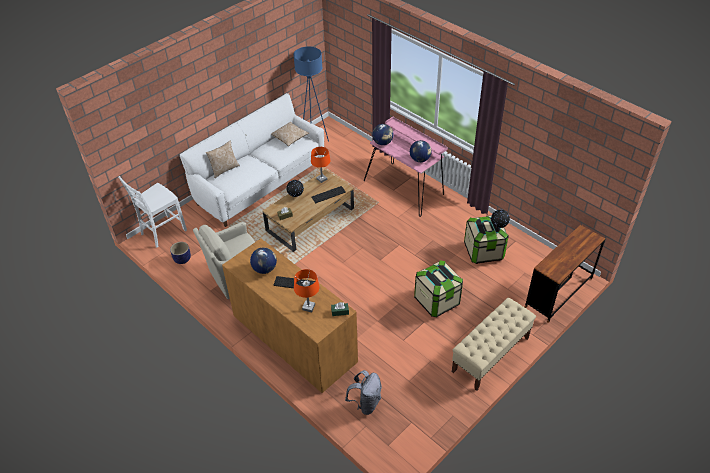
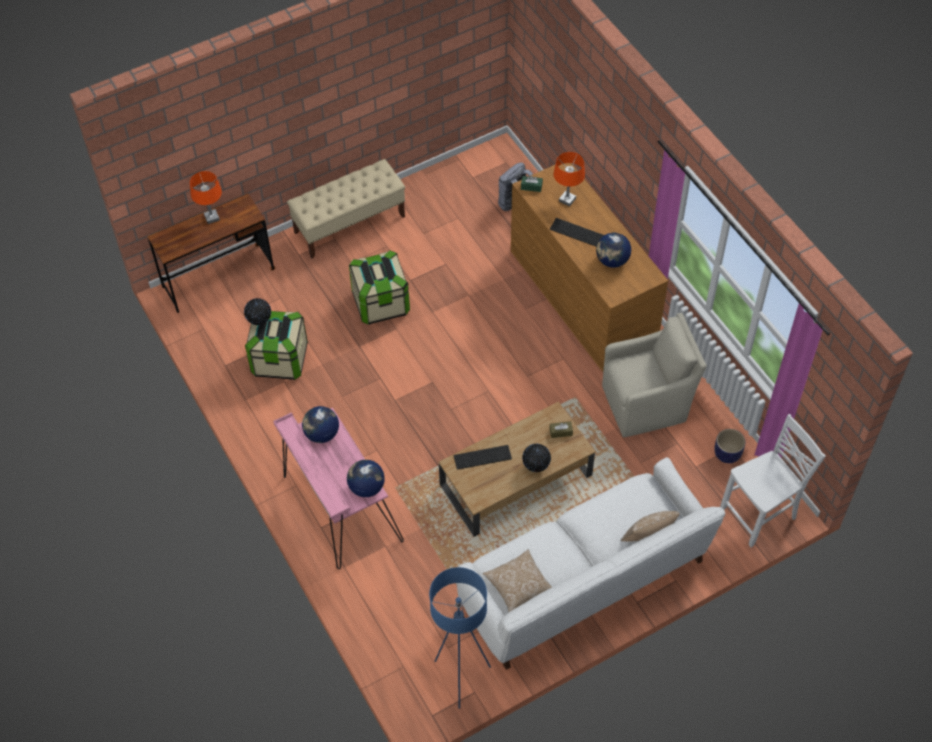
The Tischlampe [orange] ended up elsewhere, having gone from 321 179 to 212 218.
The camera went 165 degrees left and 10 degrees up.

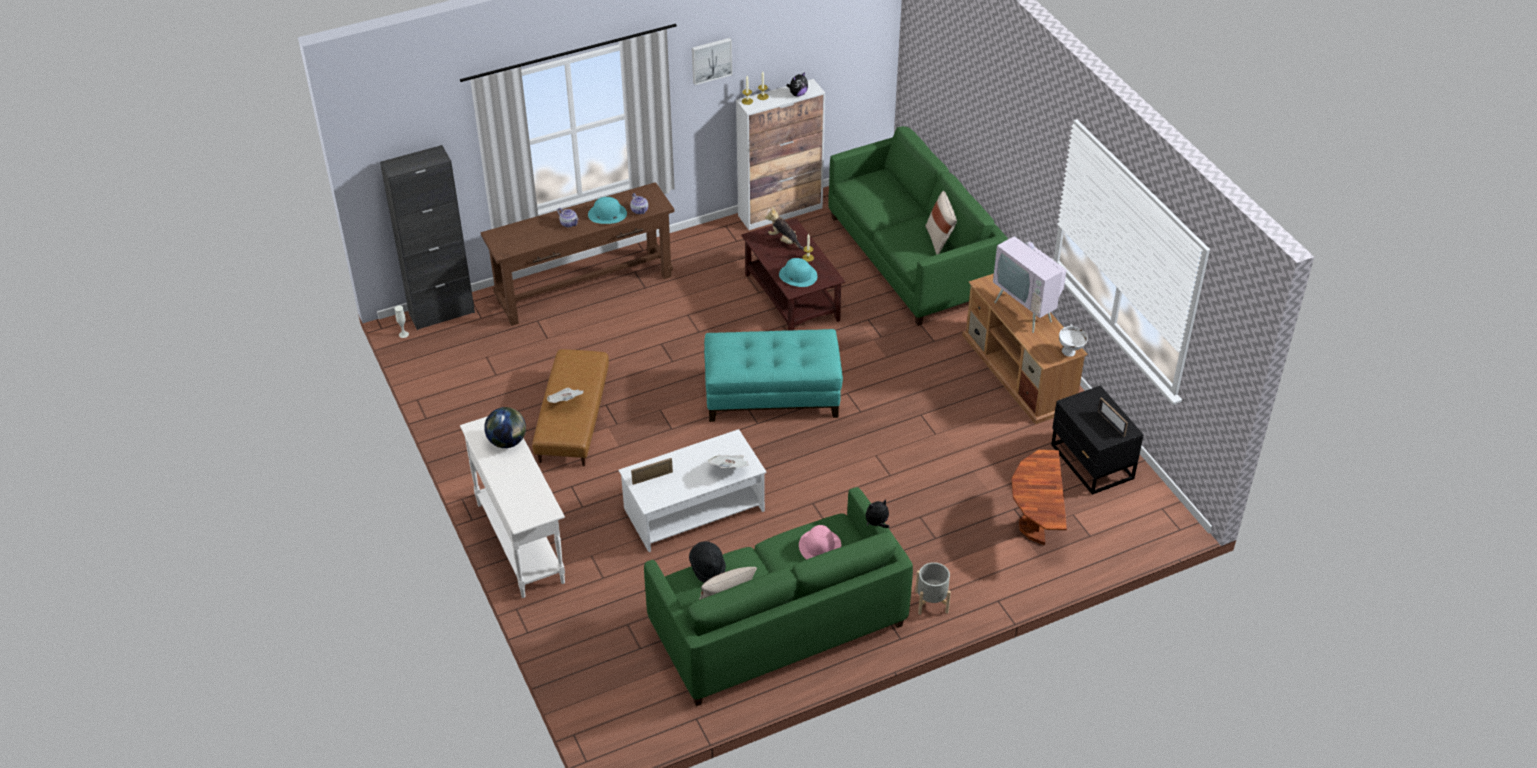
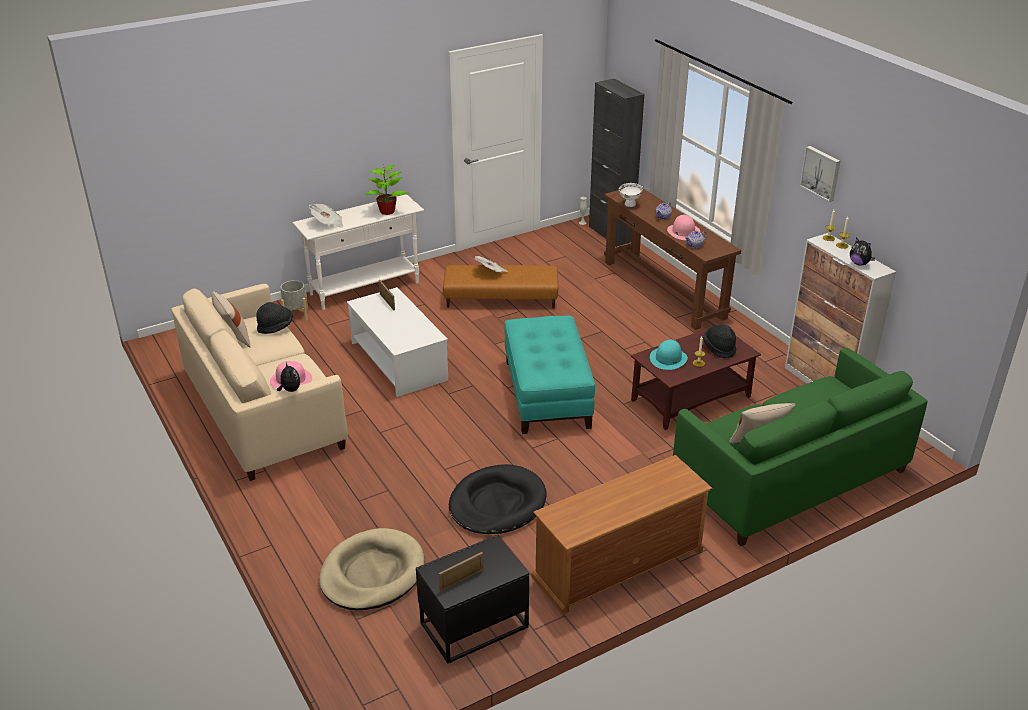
Where the Globus stood at 507 442, the Topfpflanze came to stand at 387 211.
What was the Hut [türkis] at 607 214 turned into the Hut [rosa] at 683 231.
What was the Sofa [grün] at 777 625 turned into the Sofa [beige] at 263 410.
The Zeitung ended up elsewhere, having gone from 730 468 to 328 224.
Where the Plüschtier stood at 784 241, the Hut [schwarz] came to stand at 719 348.
The Pflanzkübel [grau] ended up elsewhere, having gone from 932 602 to 296 315.
The second view lost the Fernseher at 1027 310.
Where the Beistelltisch [braun] stood at 1034 526, the Hundebett [beige] came to stand at 372 573.
The Schüssel [weiß] ended up elsewhere, having gone from 1070 352 to 630 205.
The second view gained the Hundebett [schwarz] at 497 503.
The camera went 85 degrees right and 10 degrees down.

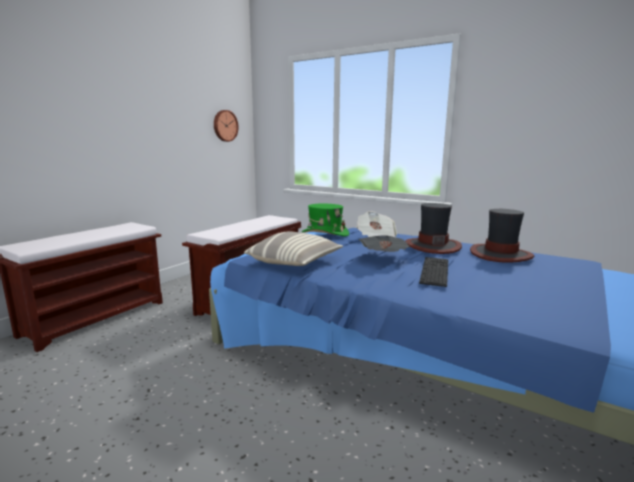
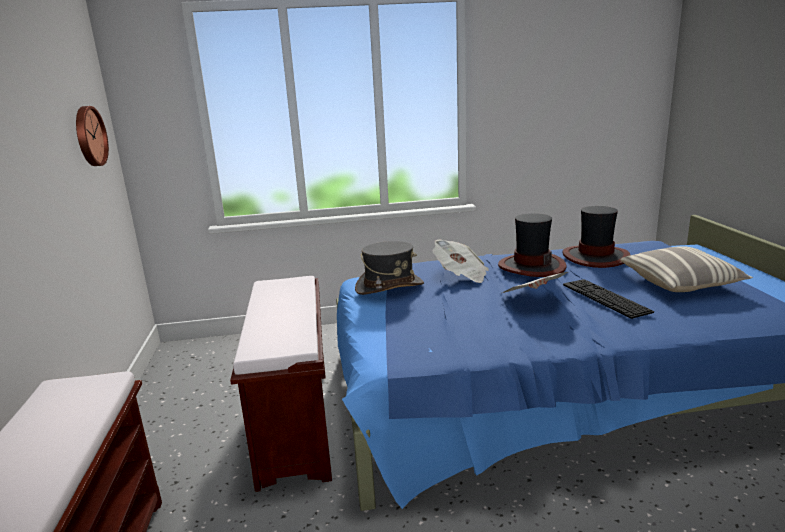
The Kissen ended up elsewhere, having gone from 295 262 to 681 283.
What was the Hut [grün] at 325 233 turned into the Hut [grau] at 389 286.
The camera went 40 degrees left and 5 degrees up.

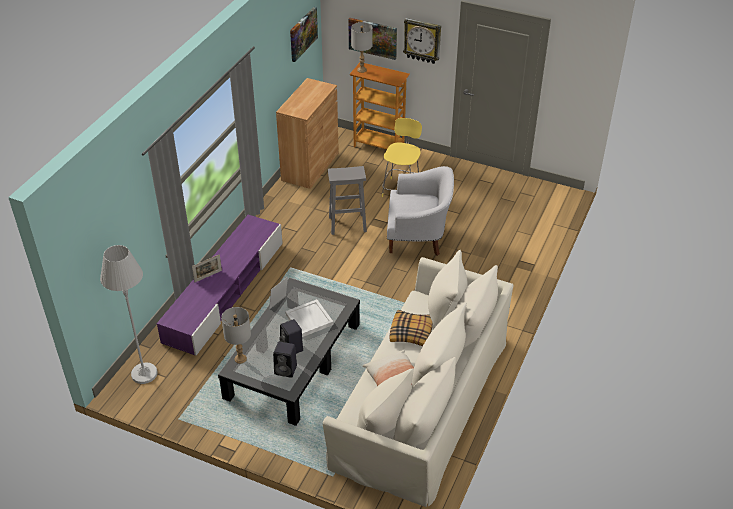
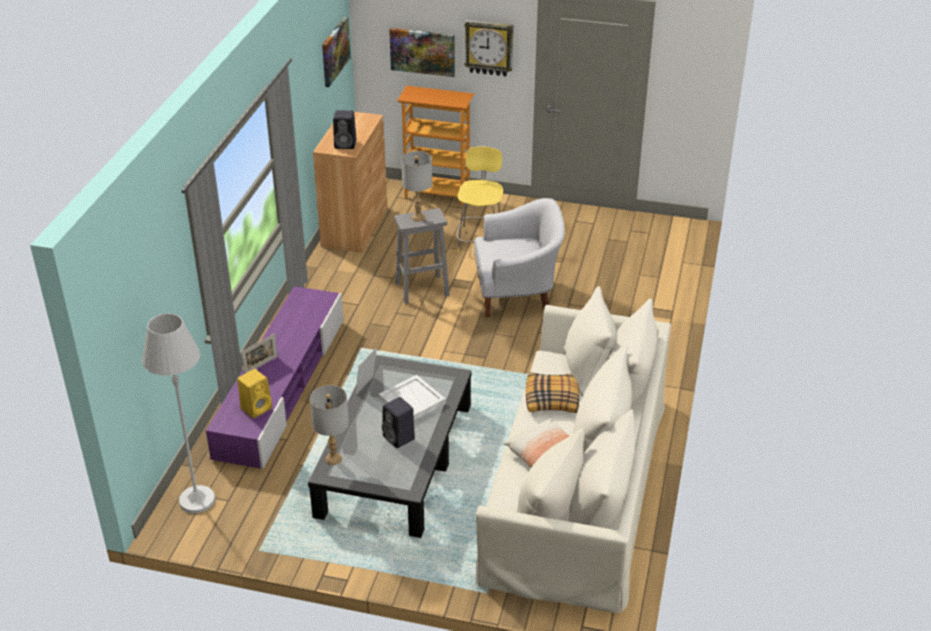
The Lautsprecher [schwarz] ended up elsewhere, having gone from 286 370 to 346 144.
The Tischlampe [grau] ended up elsewhere, having gone from 361 70 to 418 217.
The second view gained the Lautsprecher [gelb] at 257 408.
The camera went 10 degrees left and 5 degrees down.

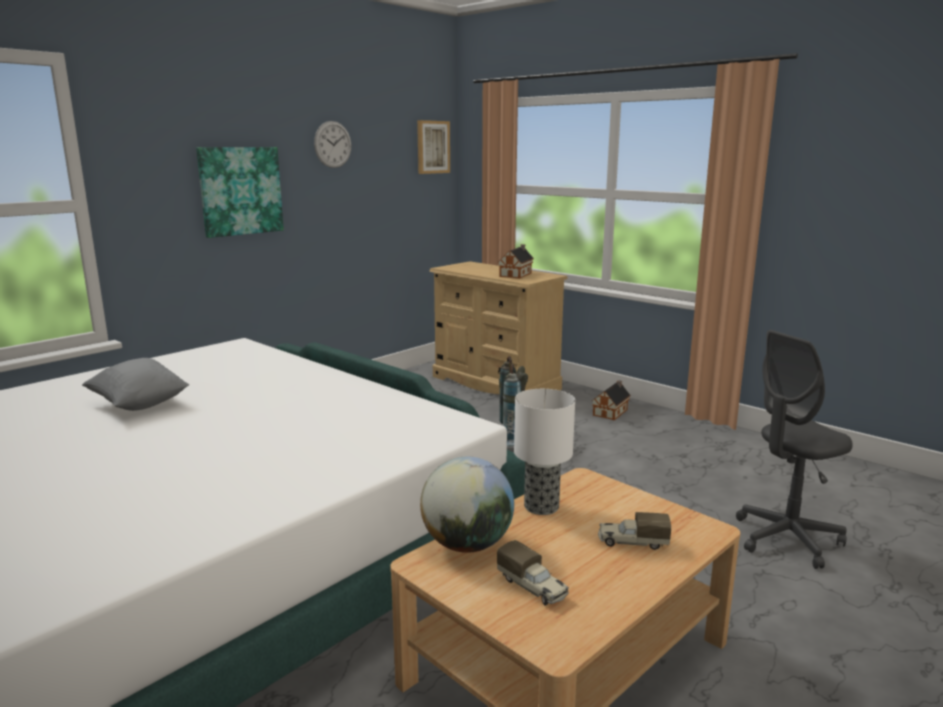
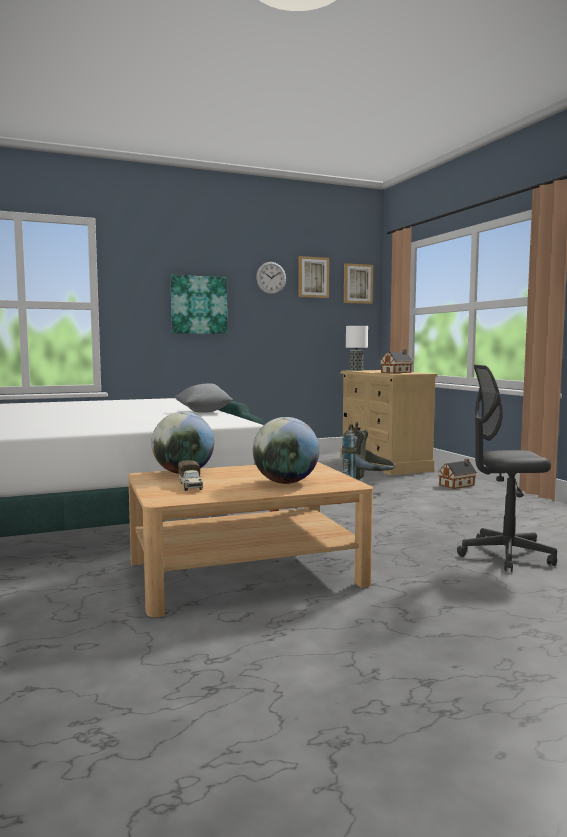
The Kissen [grau] ended up elsewhere, having gone from 139 404 to 203 412.
The Tischlampe ended up elsewhere, having gone from 540 507 to 356 370.
Where the Spielzeuglaster stood at 632 542, the Globus came to stand at 285 483.
The second view gained the Bild at 313 277.
The camera went 25 degrees right and 10 degrees down.

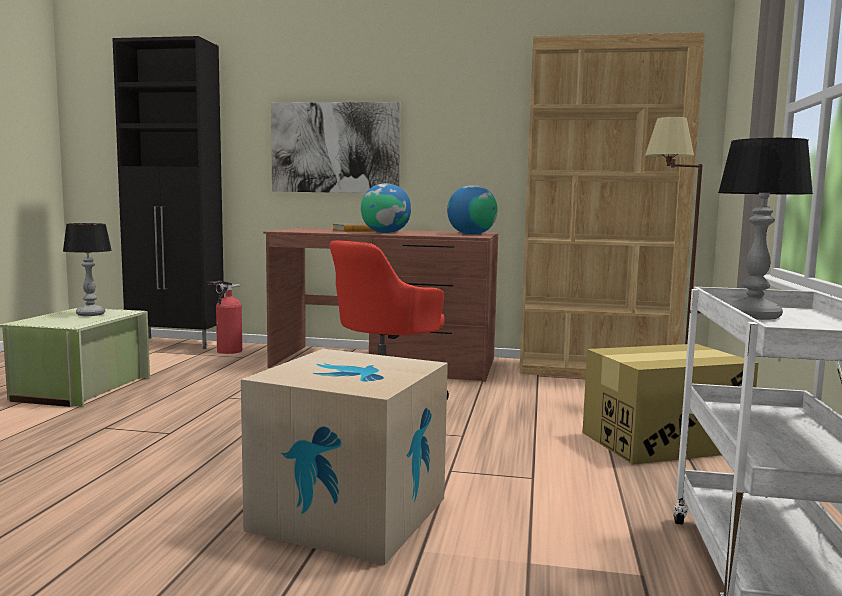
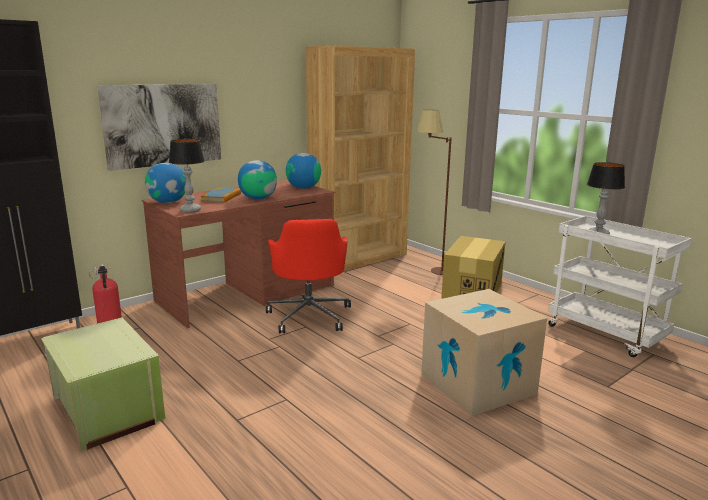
The Tischlampe ended up elsewhere, having gone from 90 314 to 190 210.
The second view gained the Globus at 168 202.
The camera went 50 degrees left and 10 degrees up.

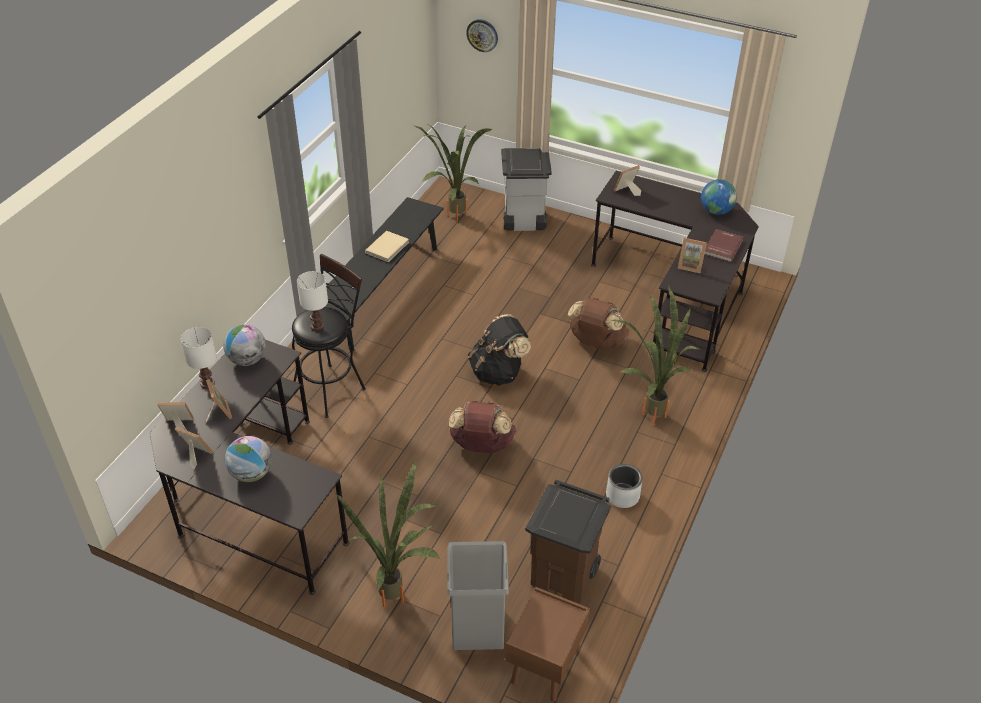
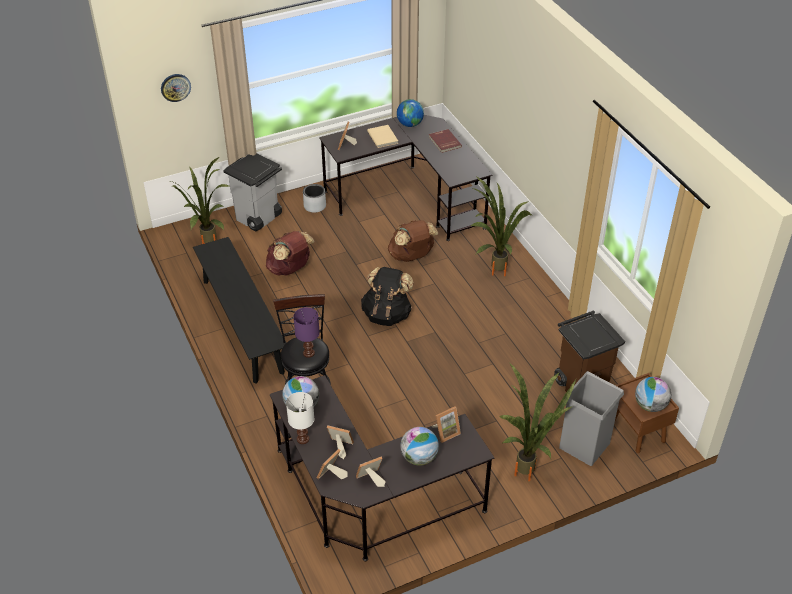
What was the Tischlampe [weiß] at 317 326 turned into the Tischlampe [lila] at 308 353.
The Buch [beige] ended up elsewhere, having gone from 388 248 to 383 137.
The Rucksack [braun] ended up elsewhere, having gone from 481 446 to 290 269.
The Pflanzkübel [grau] ended up elsewhere, having gone from 623 496 to 315 206.
The Bilderrahmen ended up elsewhere, having gone from 690 265 to 446 432.
The second view gained the Globus at 650 405.
The camera went 50 degrees left and 0 degrees up.

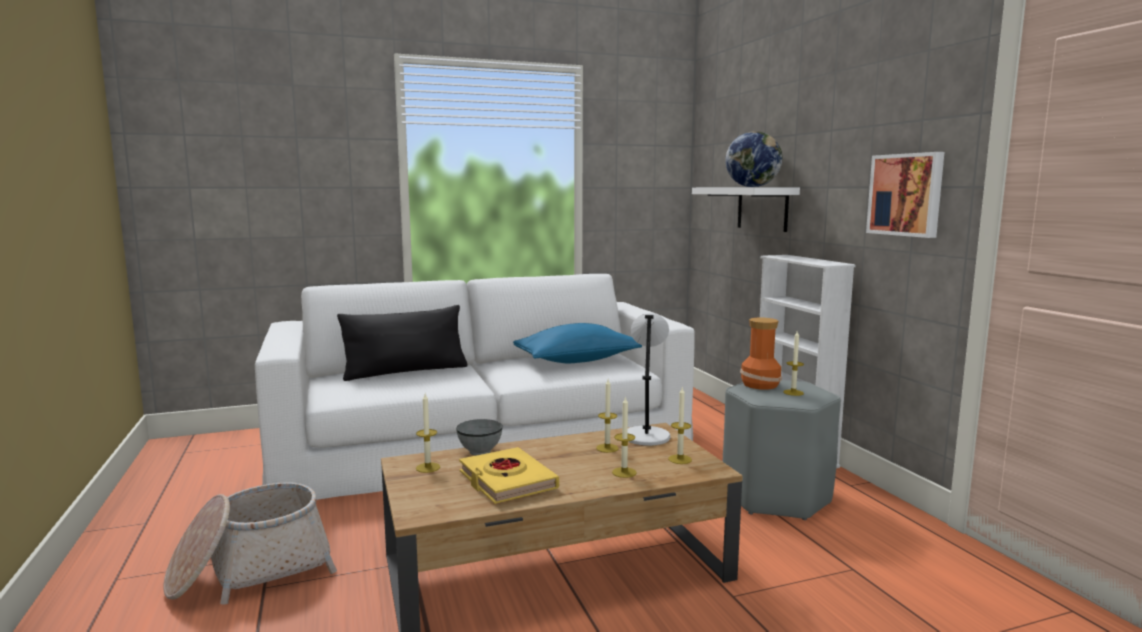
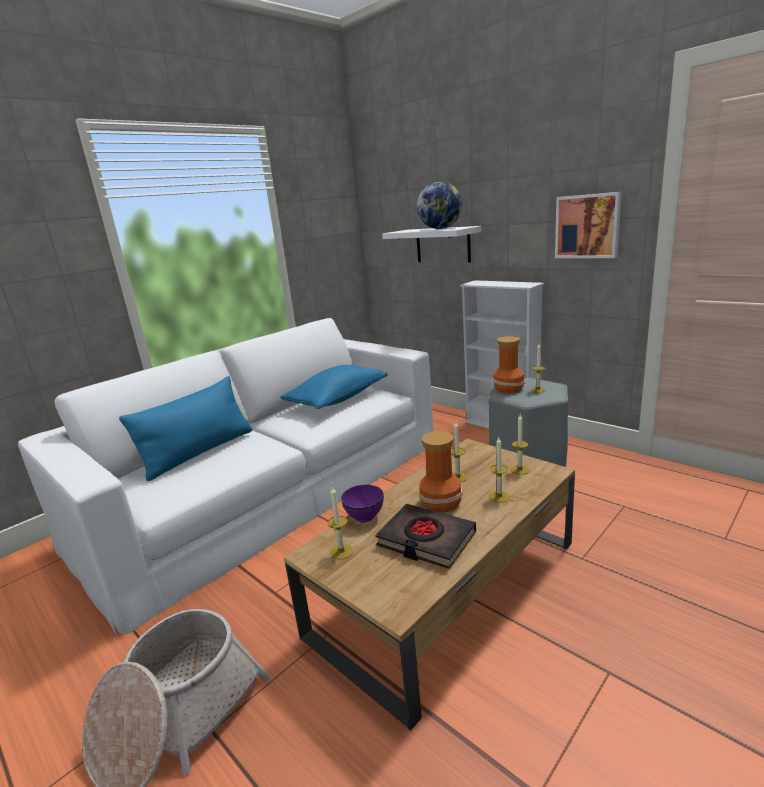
What was the Kissen [schwarz] at 406 372 turned into the Kissen [blau] at 199 452.
What was the Schüssel [grau] at 480 451 turned into the Schüssel [lila] at 365 516.
What was the Buch [gelb] at 507 481 turned into the Buch [schwarz] at 426 540.
The second view lost the Tischlampe [grau] at 646 436.
The second view gained the Vase at 441 503.
The camera went 25 degrees left and 10 degrees up.

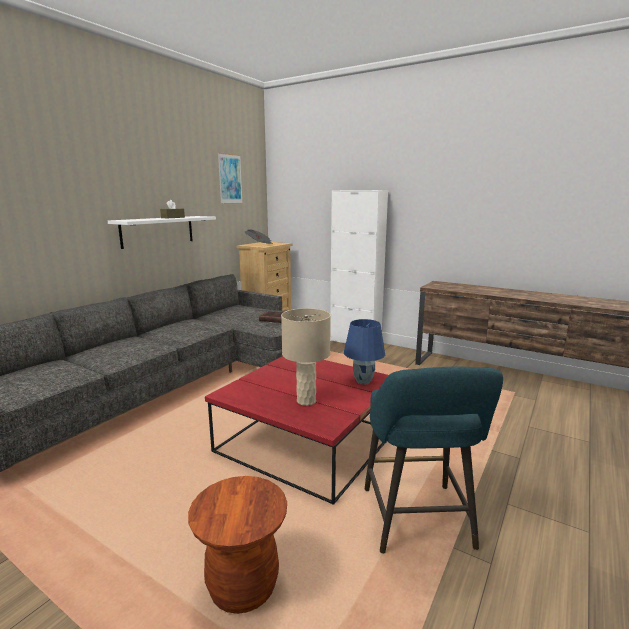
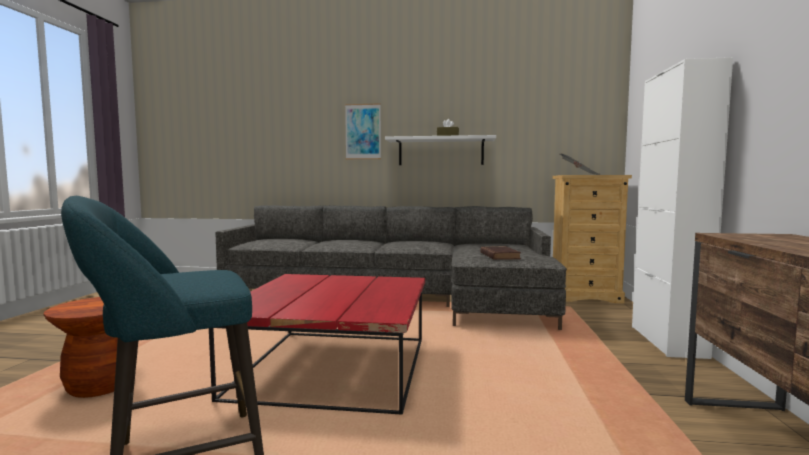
The Bild ended up elsewhere, having gone from 230 179 to 363 131.
The second view lost the Tischlampe [beige] at 306 401.
The second view lost the Tischlampe [blau] at 363 381.
The camera went 65 degrees right and 10 degrees down.

